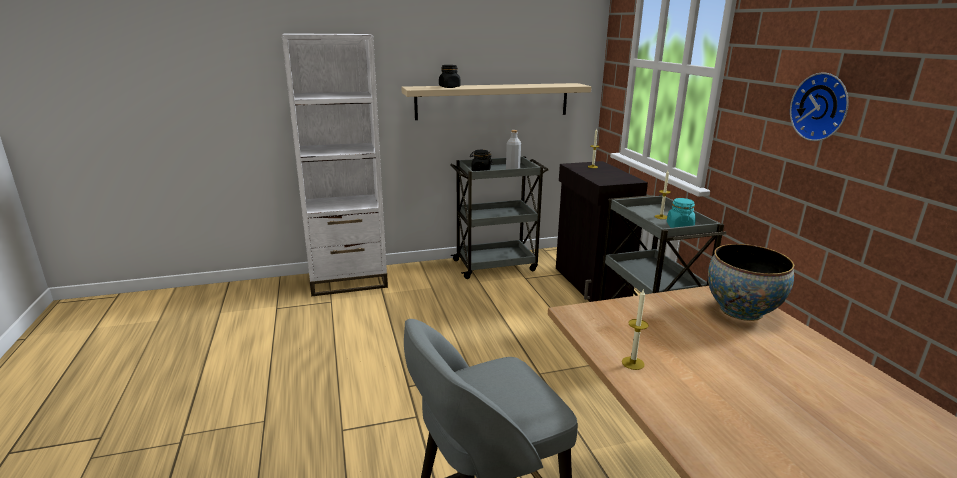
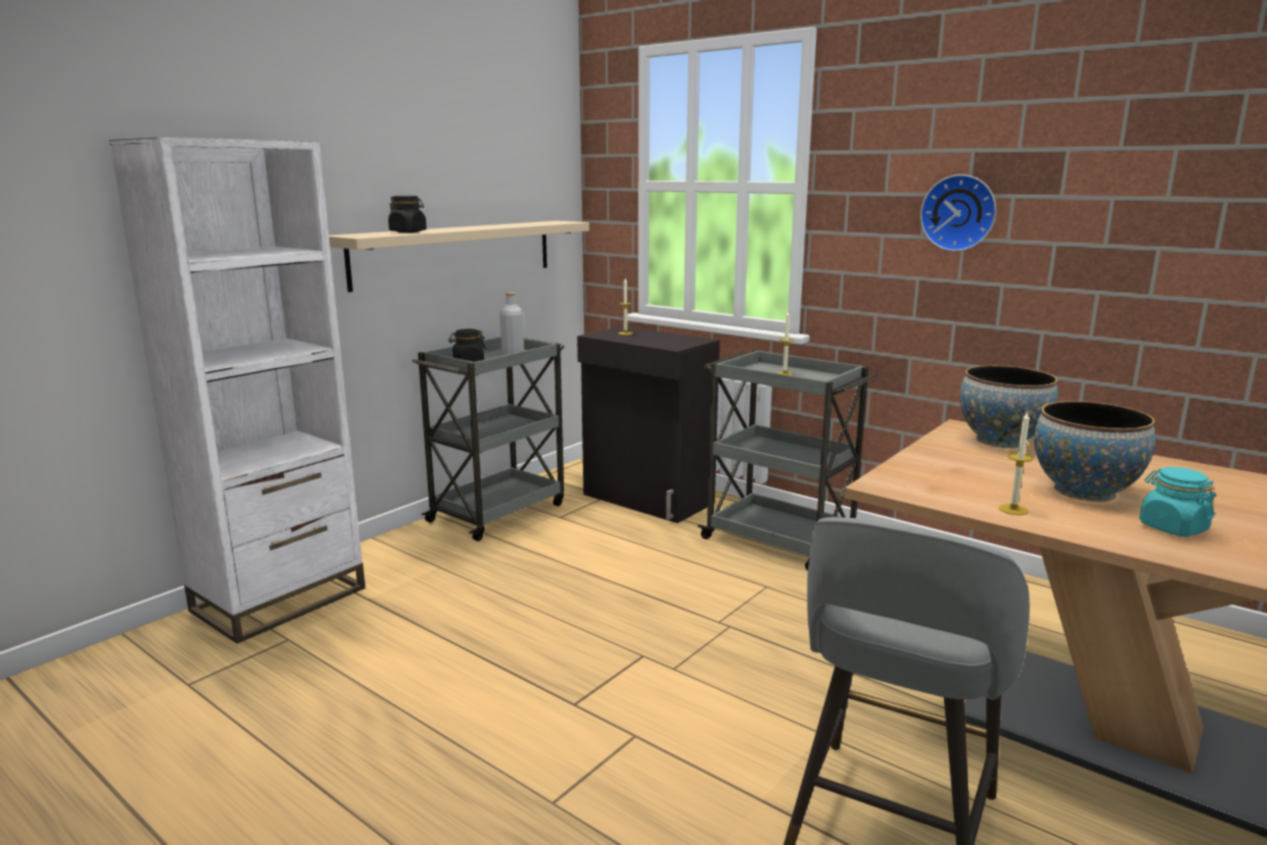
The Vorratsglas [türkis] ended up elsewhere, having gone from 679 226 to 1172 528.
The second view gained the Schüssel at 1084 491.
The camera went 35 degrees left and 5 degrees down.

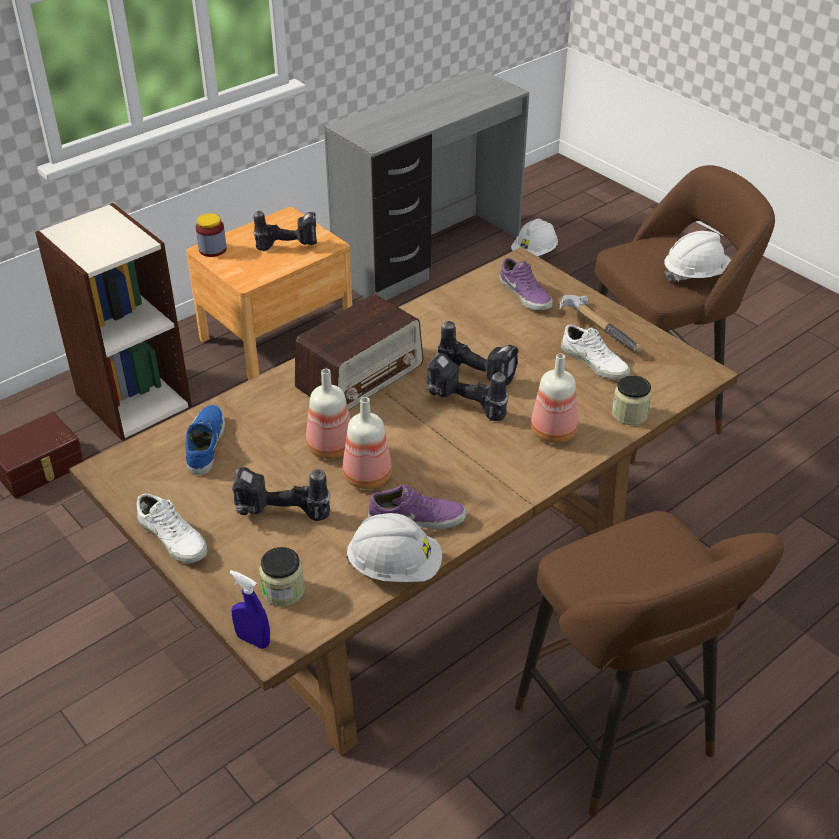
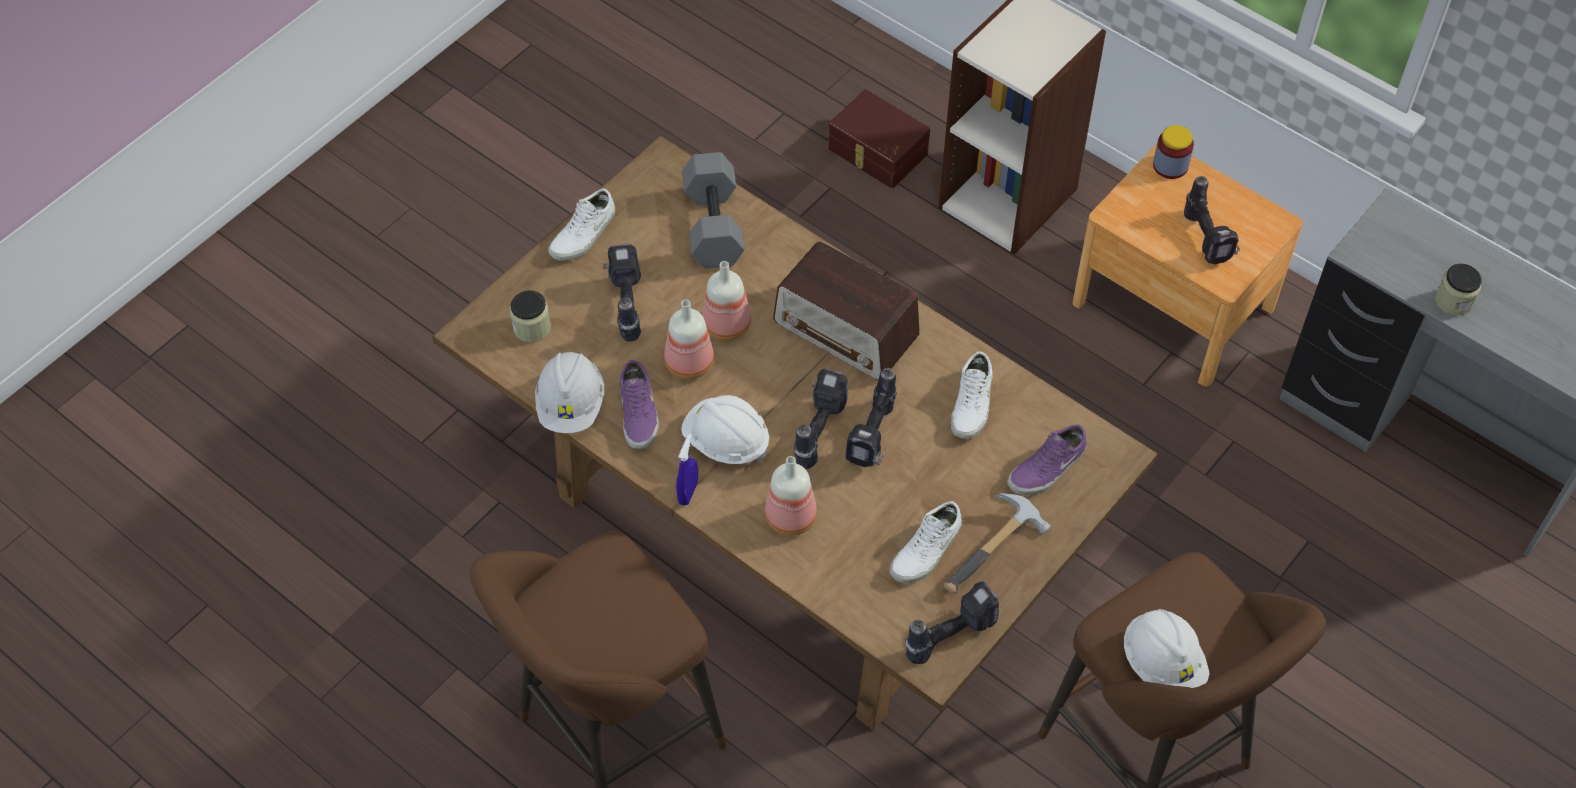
Where the Schuh [blau] stood at 204 444, the Hantel [grau] came to stand at 711 224.
The Sprühflasche [blau] ended up elsewhere, having gone from 253 640 to 688 493.
The Schutzhelm [weiß] ended up elsewhere, having gone from 534 253 to 726 442.
The Vorratsglas ended up elsewhere, having gone from 629 414 to 1453 301.
The second view gained the Bohrmaschine at 949 633.
The second view gained the Schuh [weiß] at 973 404.
The camera went 80 degrees right and 15 degrees up.

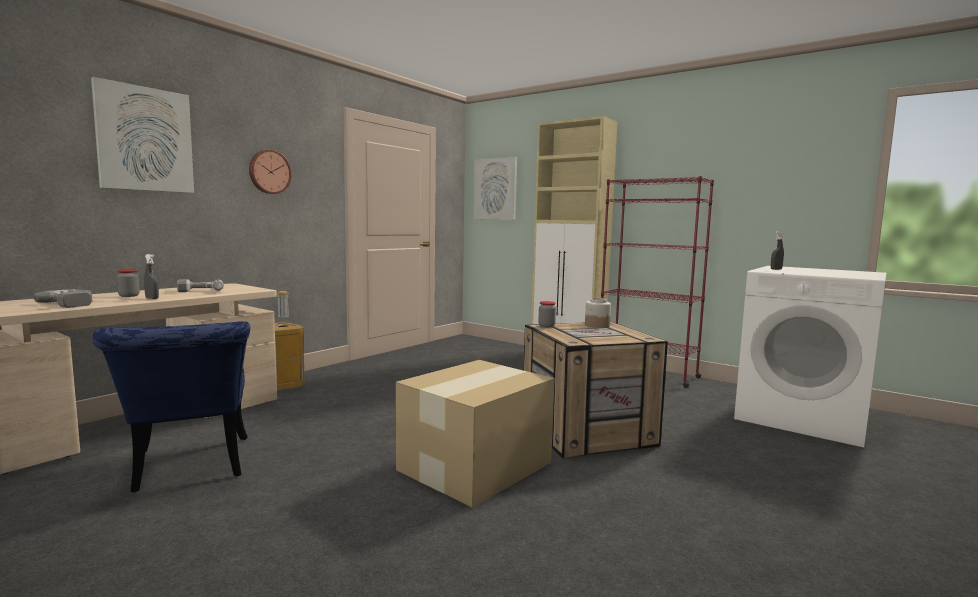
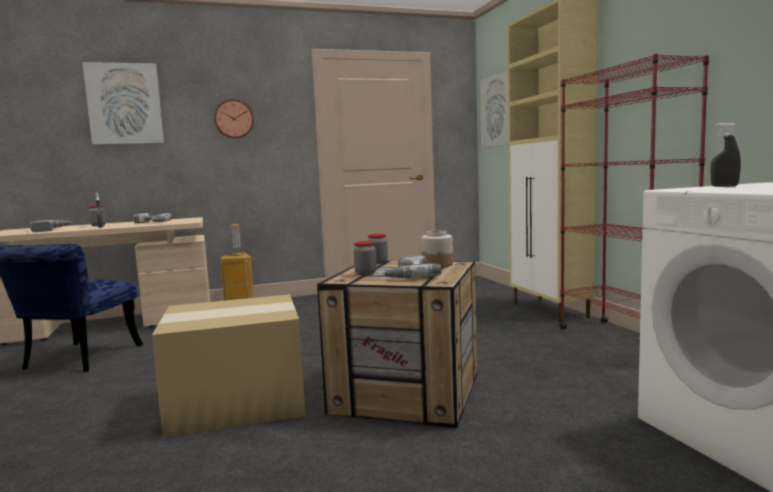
The second view gained the Vorratsglas at 365 273.
The second view gained the Bohrmaschine at 408 275.
The camera went 35 degrees right and 0 degrees up.

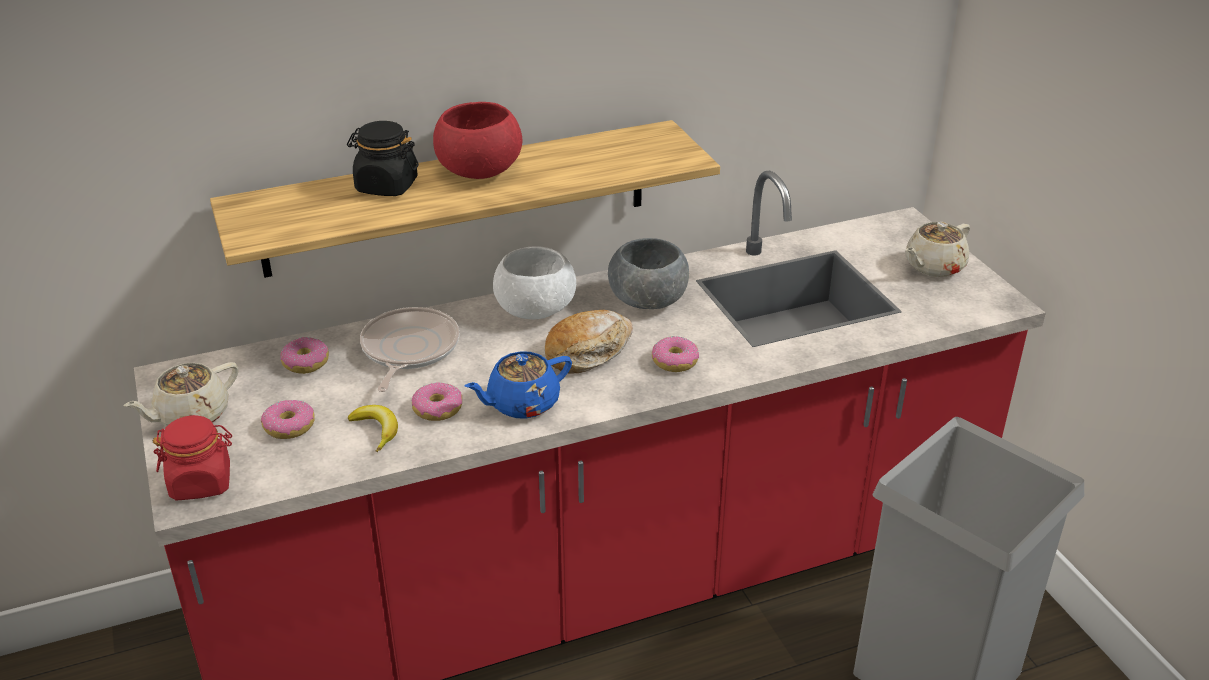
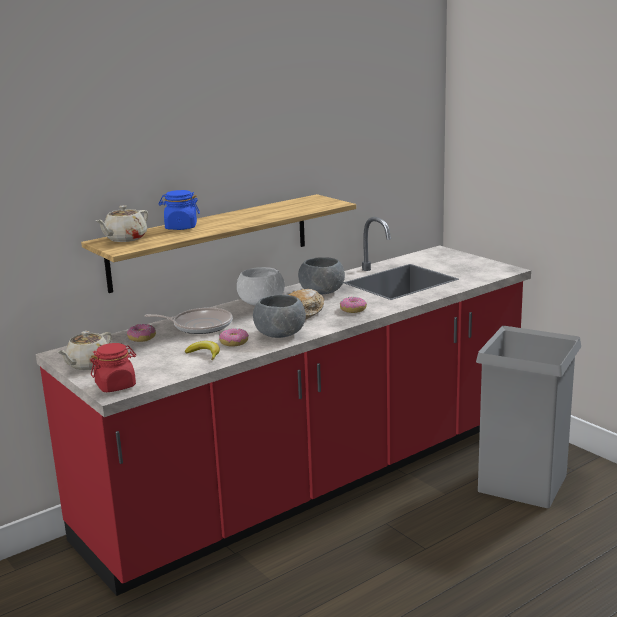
The second view lost the Donut at 290 426.
What was the Vorratsglas [schwarz] at 386 186 turned into the Vorratsglas [blau] at 181 227.
The Pfanne at 408 350 ended up facing another way, 105 degrees clockwise from before.
The second view lost the Schüssel [rot] at 479 170.
Where the Teekanne [blau] stood at 521 404, the Schüssel [grau] came to stand at 280 334.
The Teekanne [beige] ended up elsewhere, having gone from 933 267 to 125 239.
The camera went 15 degrees left and 15 degrees down.

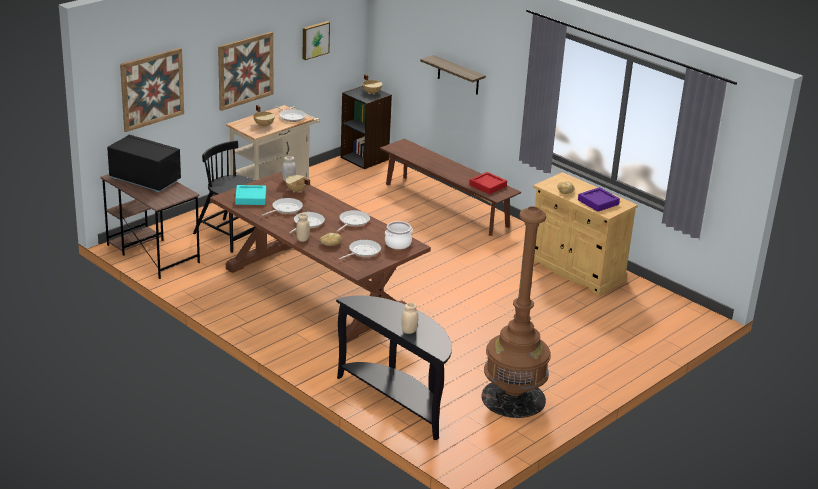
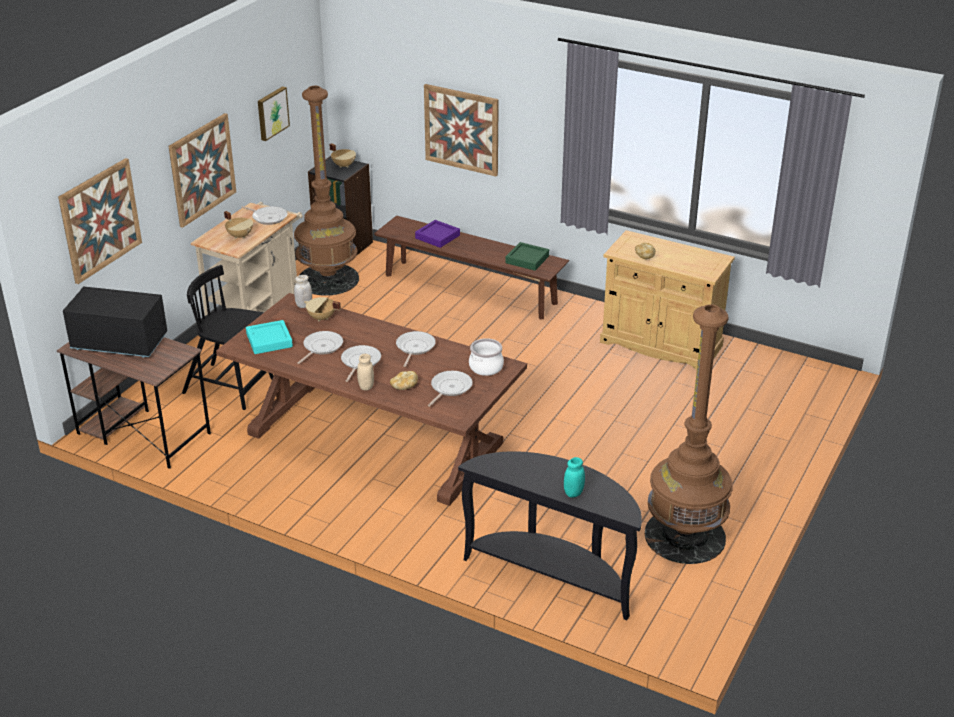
What was the Vorratsglas [beige] at 409 331 turned into the Vorratsglas [türkis] at 573 493.
Where the Wandregal hung at 458 75, the Bild came to hang at 461 129.
What was the Tablett [rot] at 487 185 turned into the Tablett [grün] at 527 259.
The Tablett [lila] ended up elsewhere, having gone from 598 202 to 437 237.
The second view gained the Stehlampe [braun] at 328 279.
The camera went 15 degrees left and 5 degrees up.

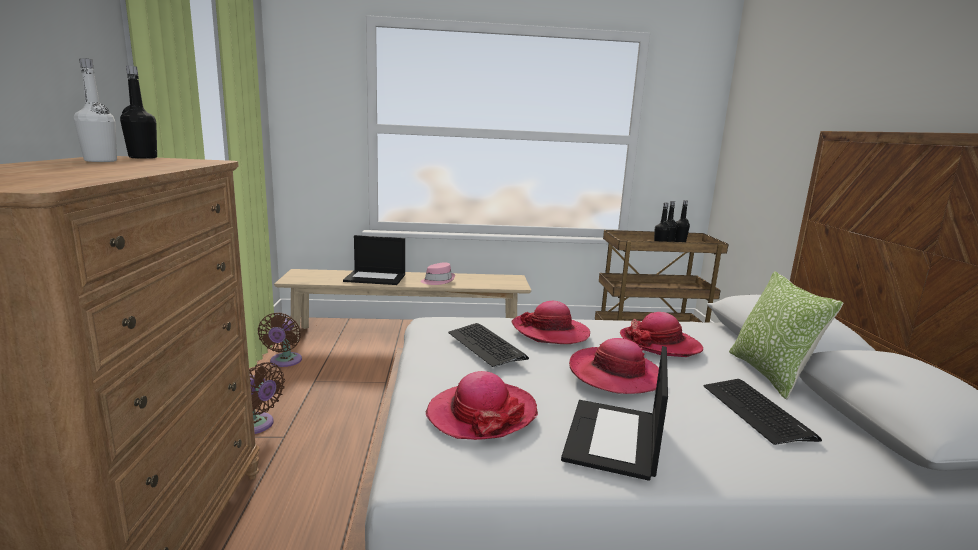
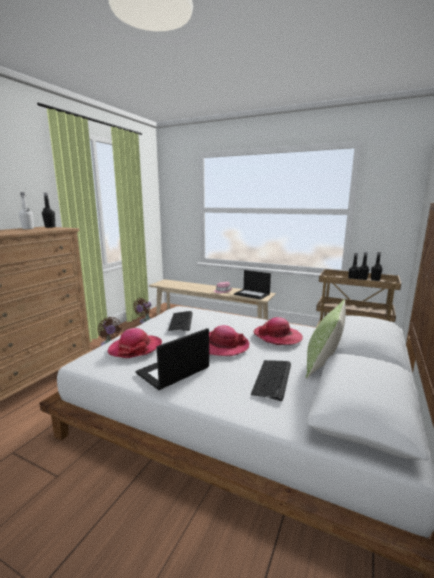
The Laptop ended up elsewhere, having gone from 376 278 to 252 294.
The second view lost the Hut at 550 332.
The camera went 30 degrees right and 0 degrees up.

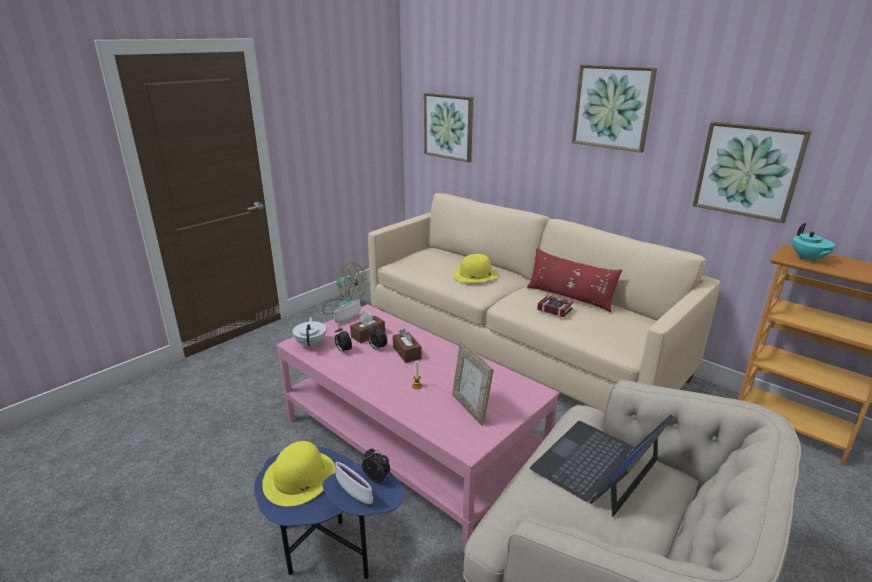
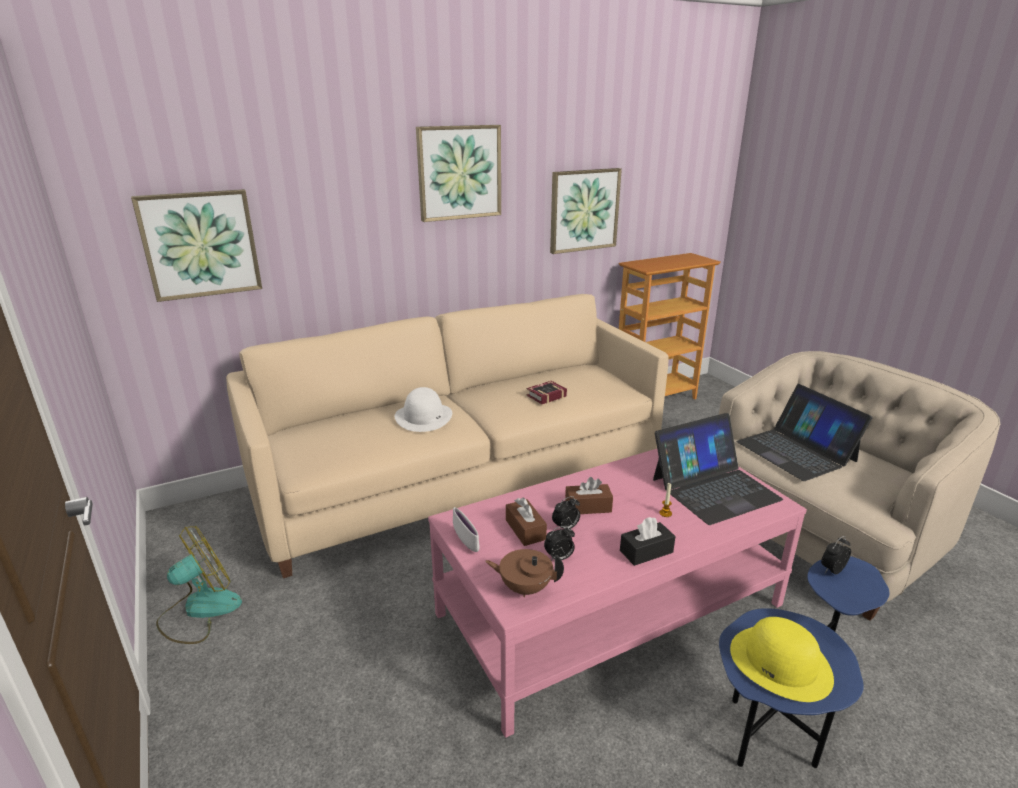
What was the Teekanne [weiß] at 311 344 turned into the Teekanne [braun] at 525 587.
The second view lost the Schüssel [weiß] at 354 494.
Where the Bilderrahmen stood at 470 408, the Laptop came to stand at 714 488.
What was the Hut [gelb] at 475 275 turned into the Hut [weiß] at 423 417.
The second view lost the Kissen [rot] at 569 297.
The second view lost the Teekanne [türkis] at 808 259.
The second view gained the Taschentuchbox [schwarz] at 646 551.
The camera went 70 degrees left and 0 degrees up.

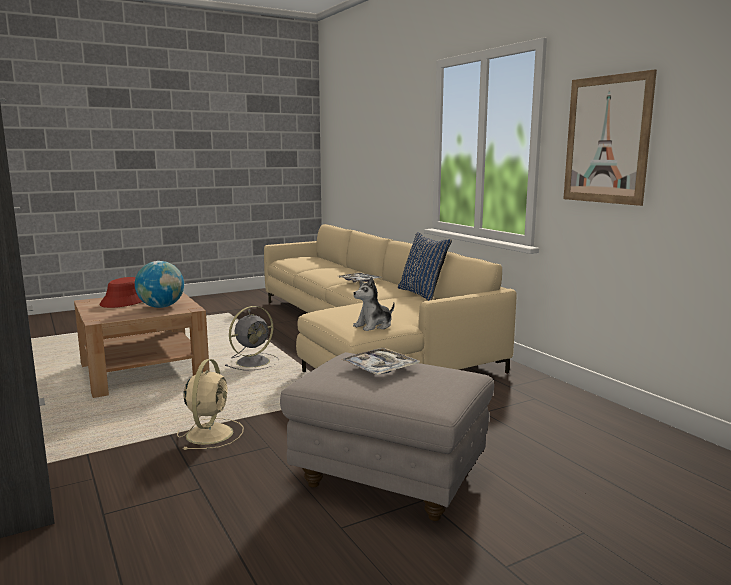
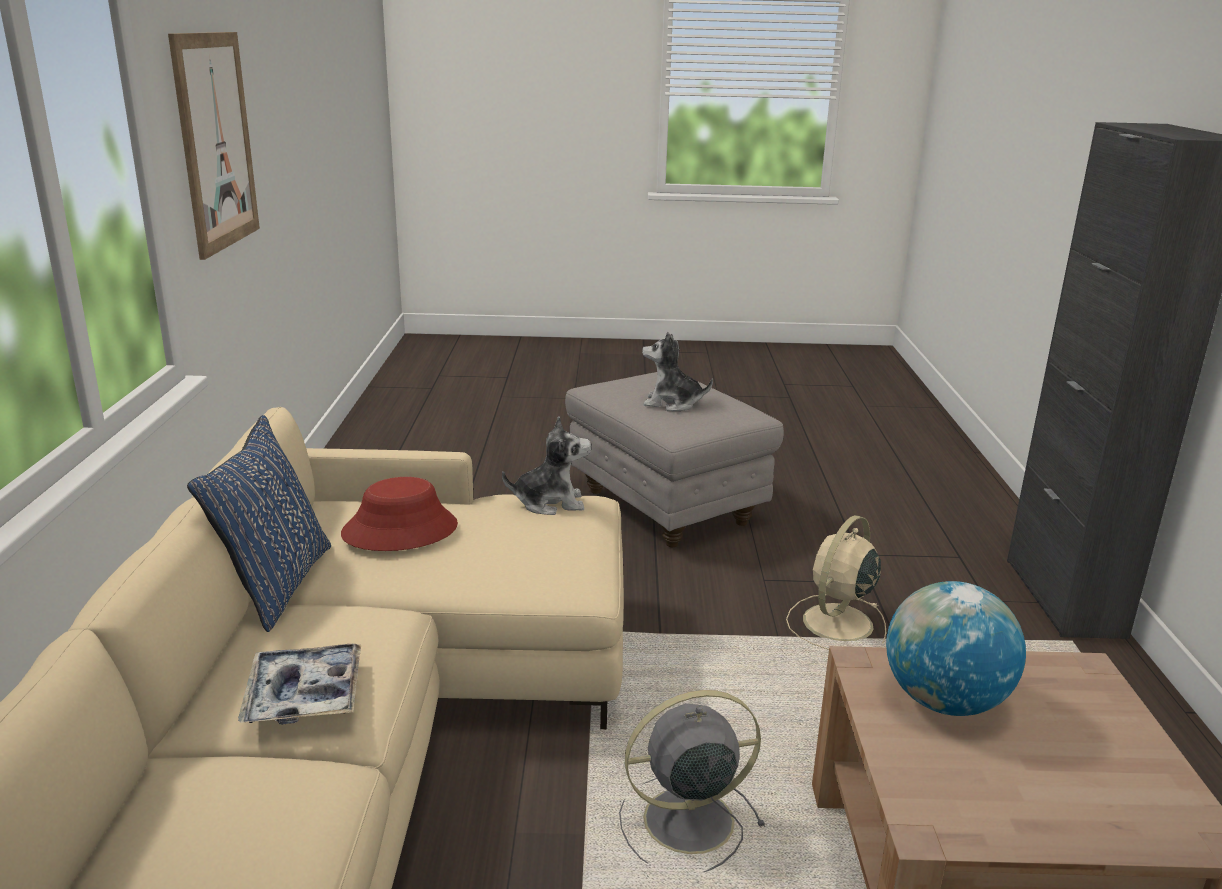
The Hut [rot] ended up elsewhere, having gone from 126 301 to 400 530.
Where the Tablett stood at 380 368, the Plüschtier came to stand at 672 403.
The camera went 150 degrees left and 10 degrees up.

